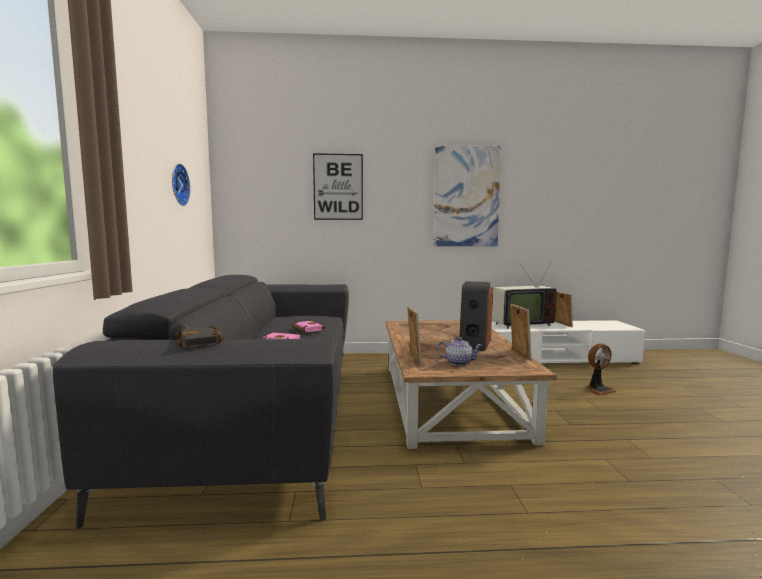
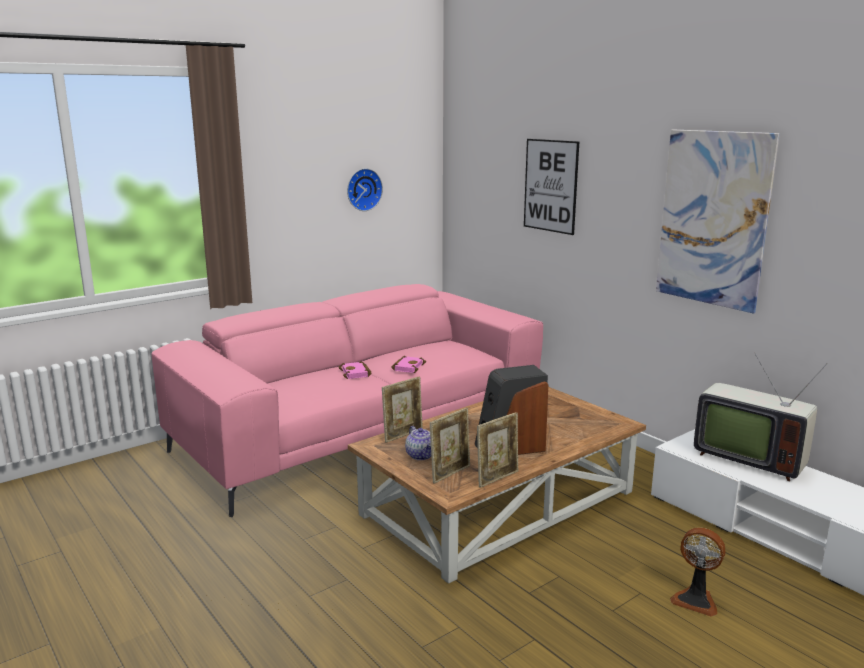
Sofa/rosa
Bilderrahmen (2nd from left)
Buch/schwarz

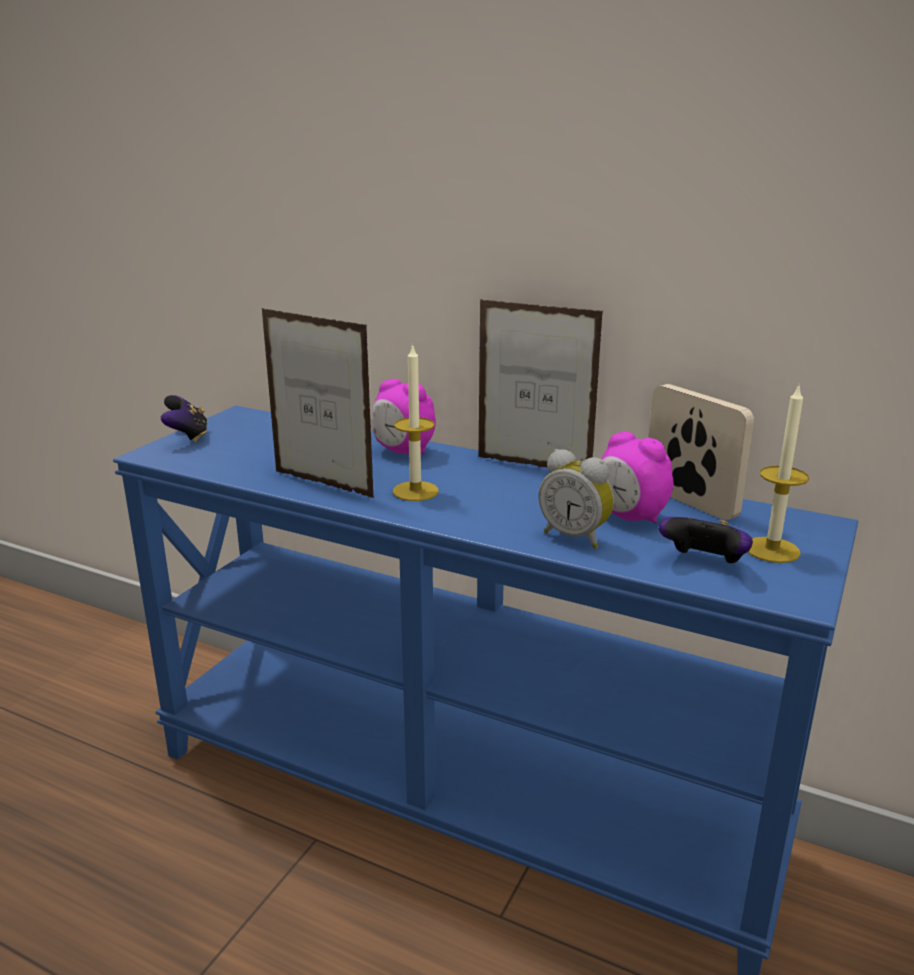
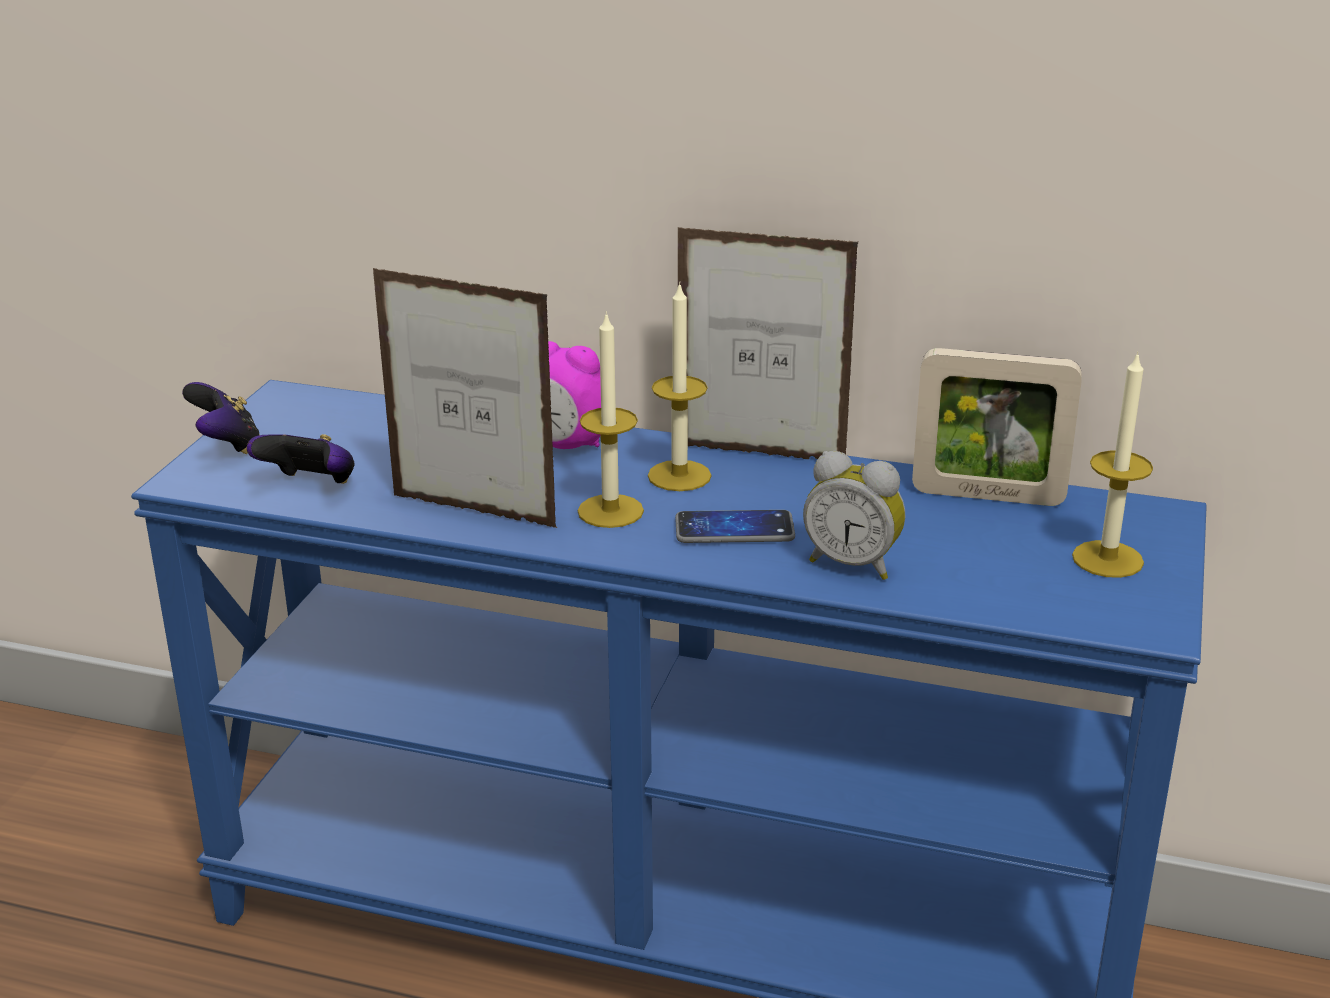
Bilderrahmen (3rd from left)
Wecker (3rd from left in the first image)
Gamepad (2nd from left)
Kerze (2nd from left)
Handy

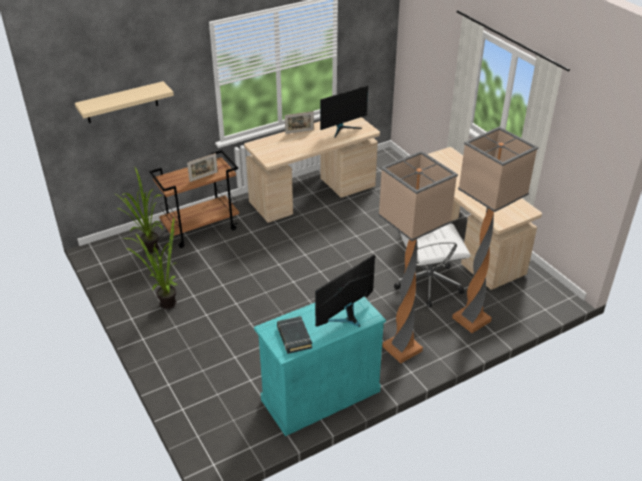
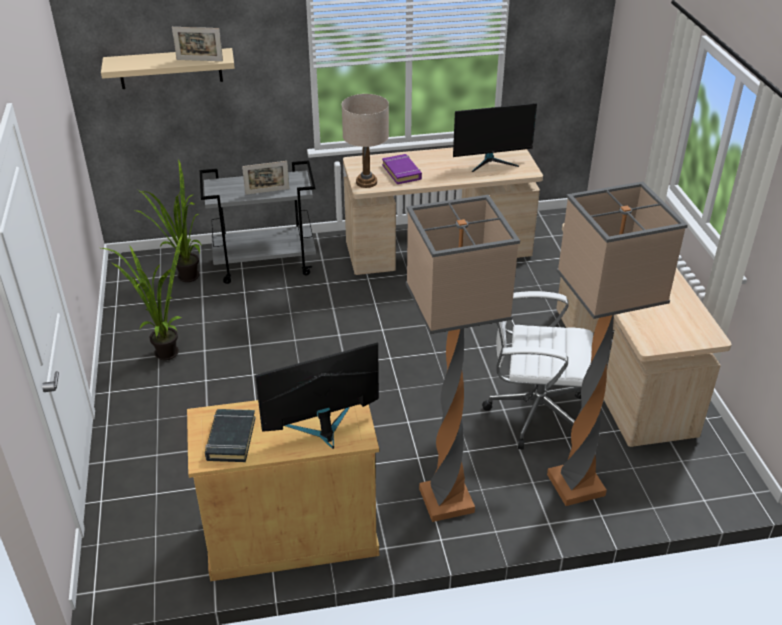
Bilderrahmen (1st from left)
Rollwagen/grau
Schrank/beige
Tischlampe/beige
Buch/lila

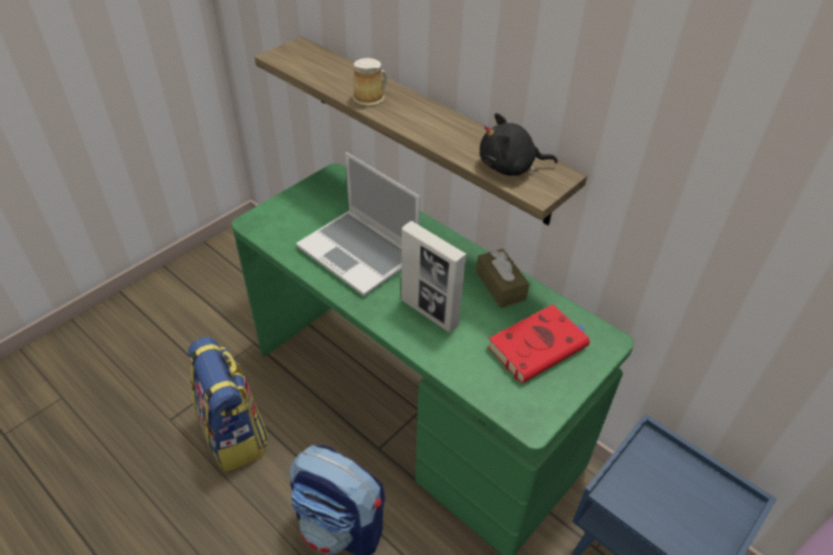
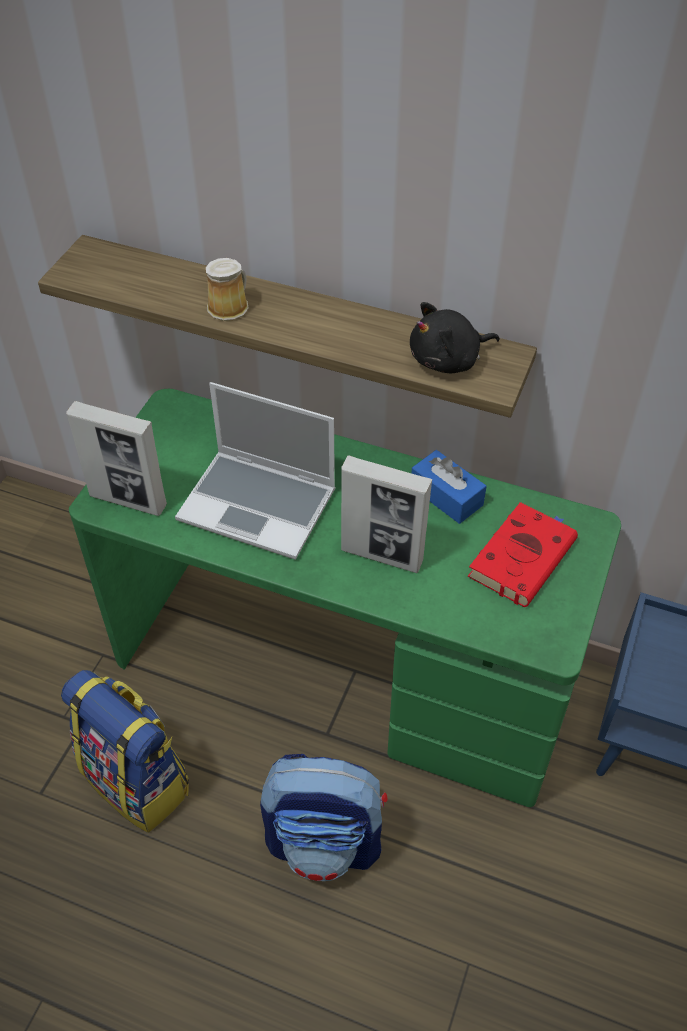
Taschentuchbox/blau
Bilderrahmen (1st from left)

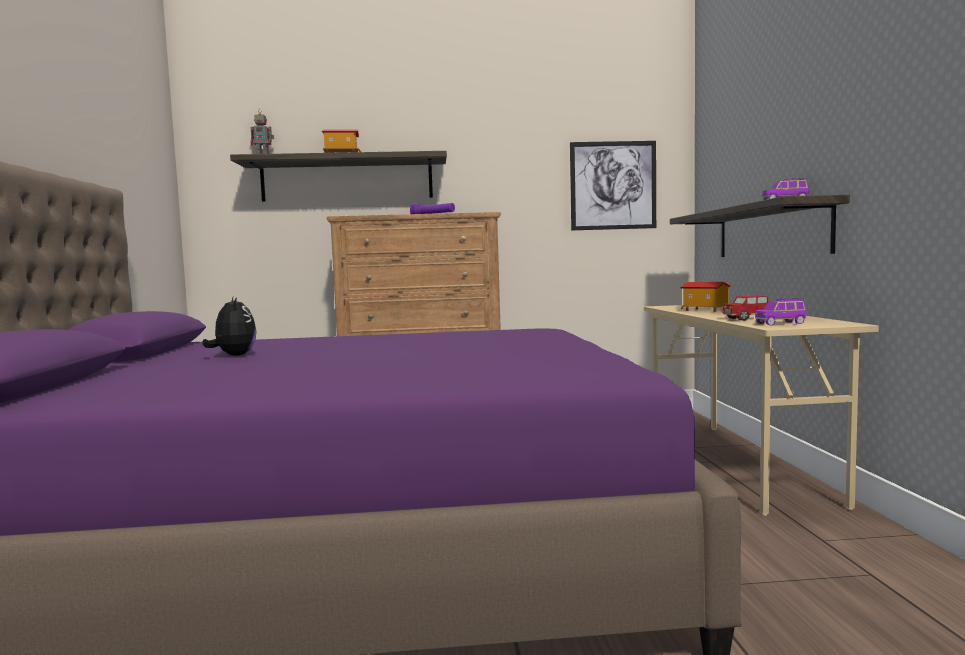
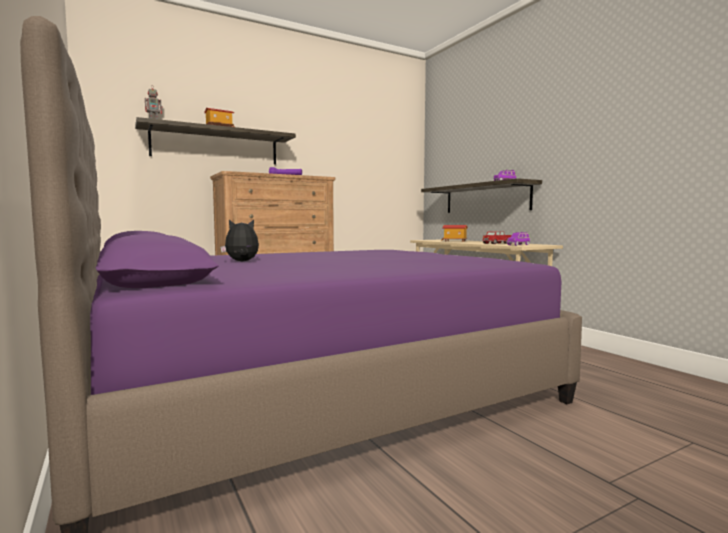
Bild
Plüschtier

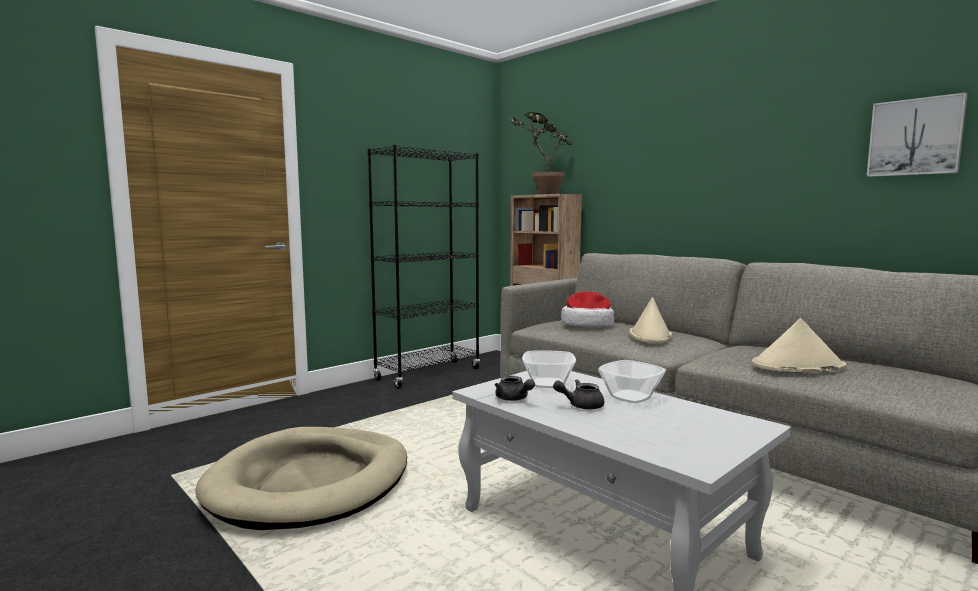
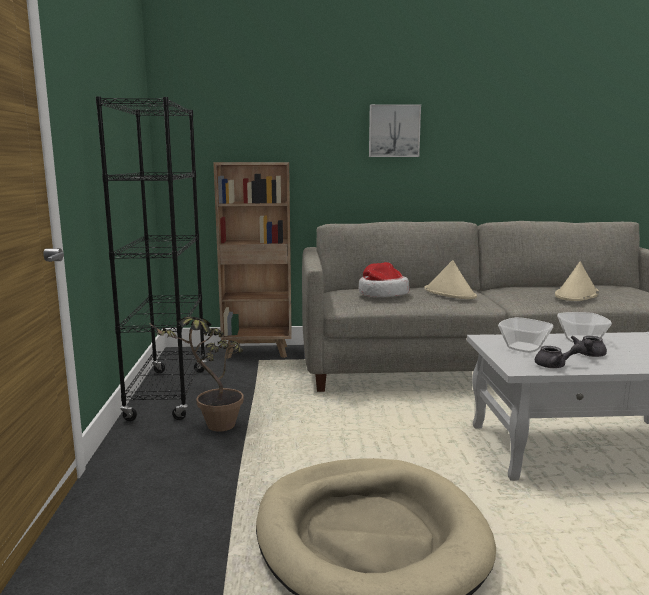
Bild
Topfpflanze

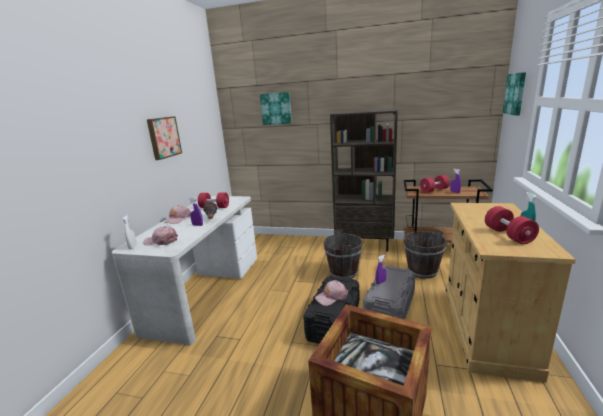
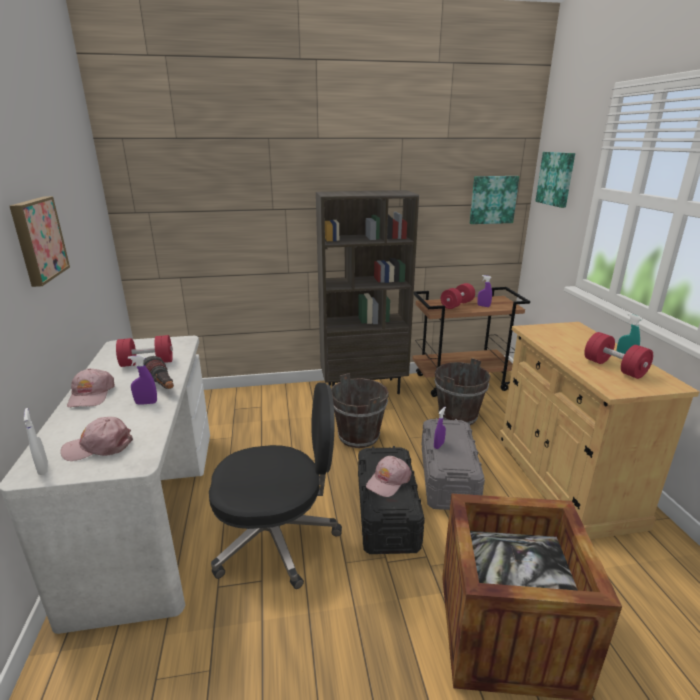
Bild (2nd from left)
Bürostuhl/schwarz

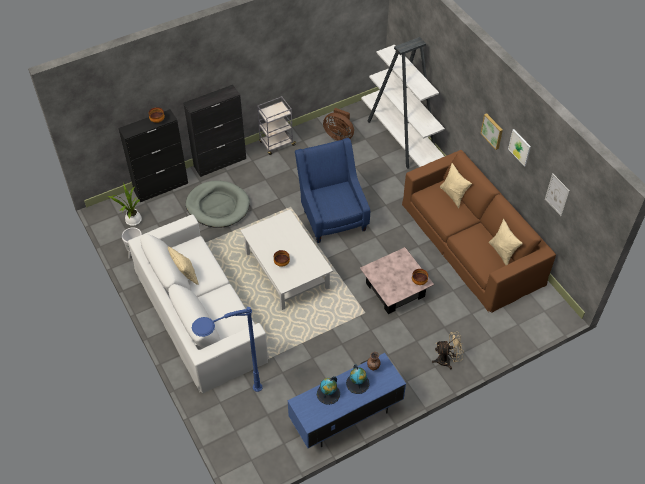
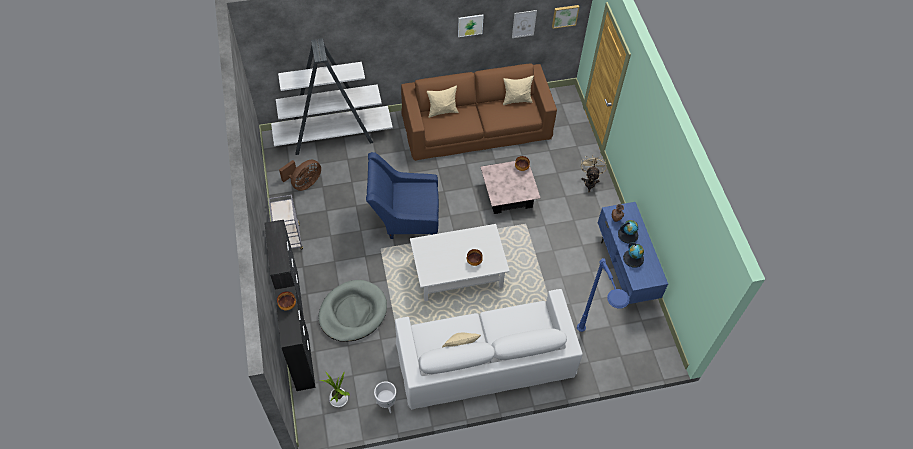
Bild (3rd from left)

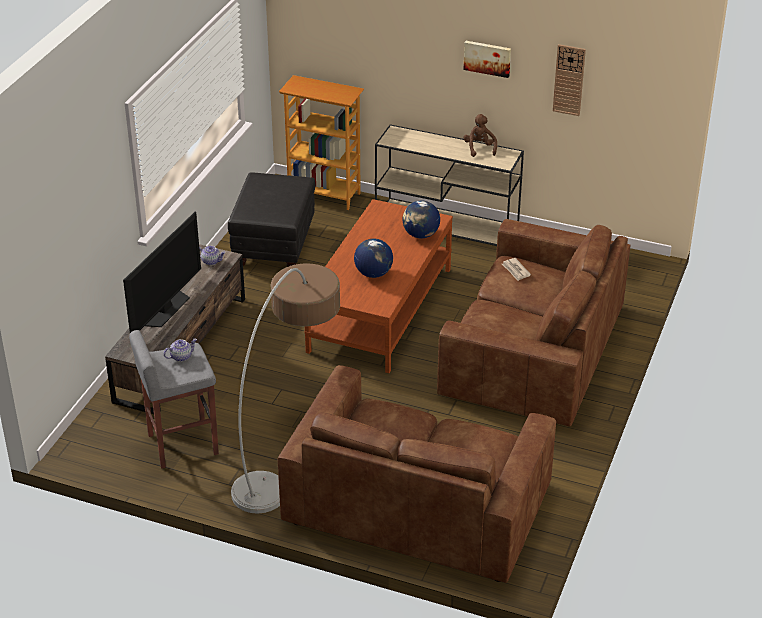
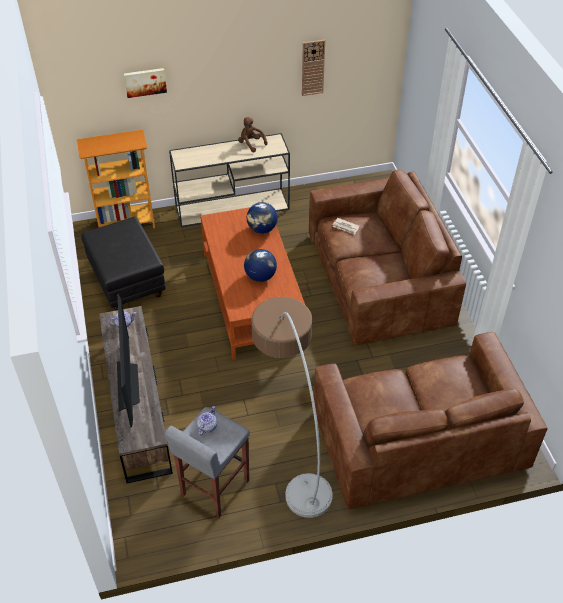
Bild

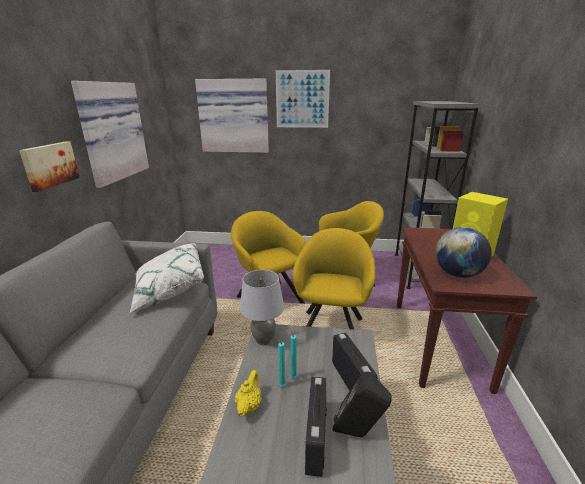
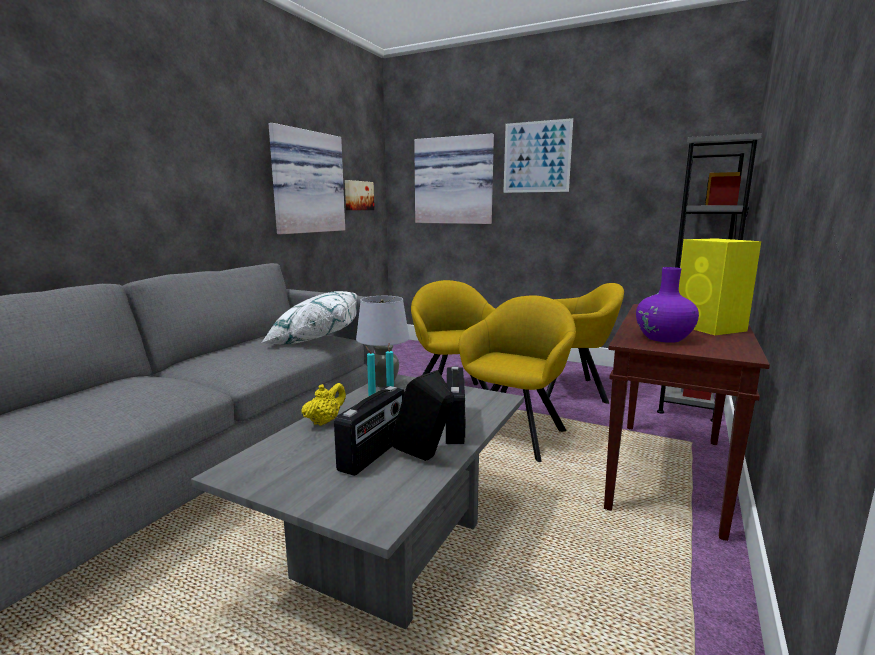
Bild (2nd from left)
Vase/lila

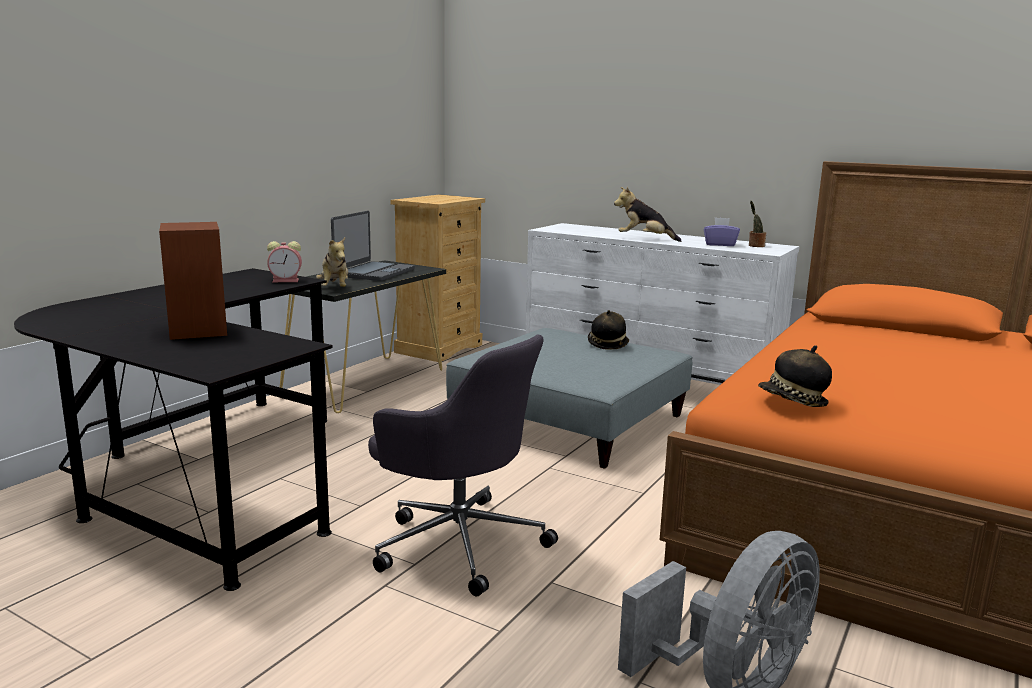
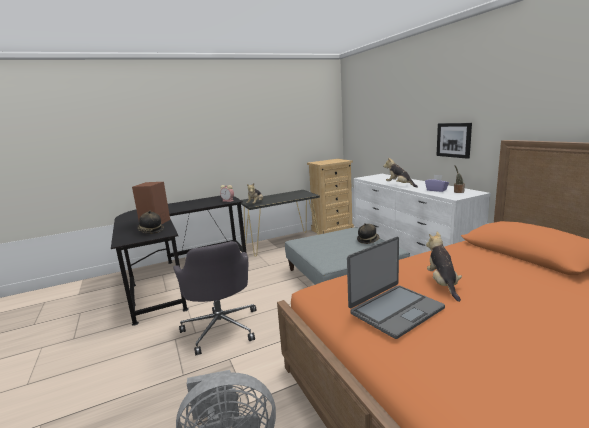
Laptop
Hut (1st from left)
Bild
Plüschtier (3rd from left)

